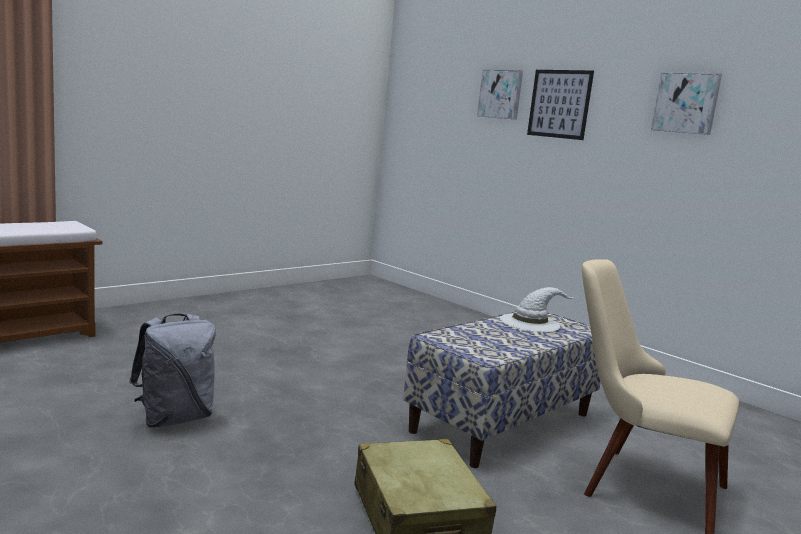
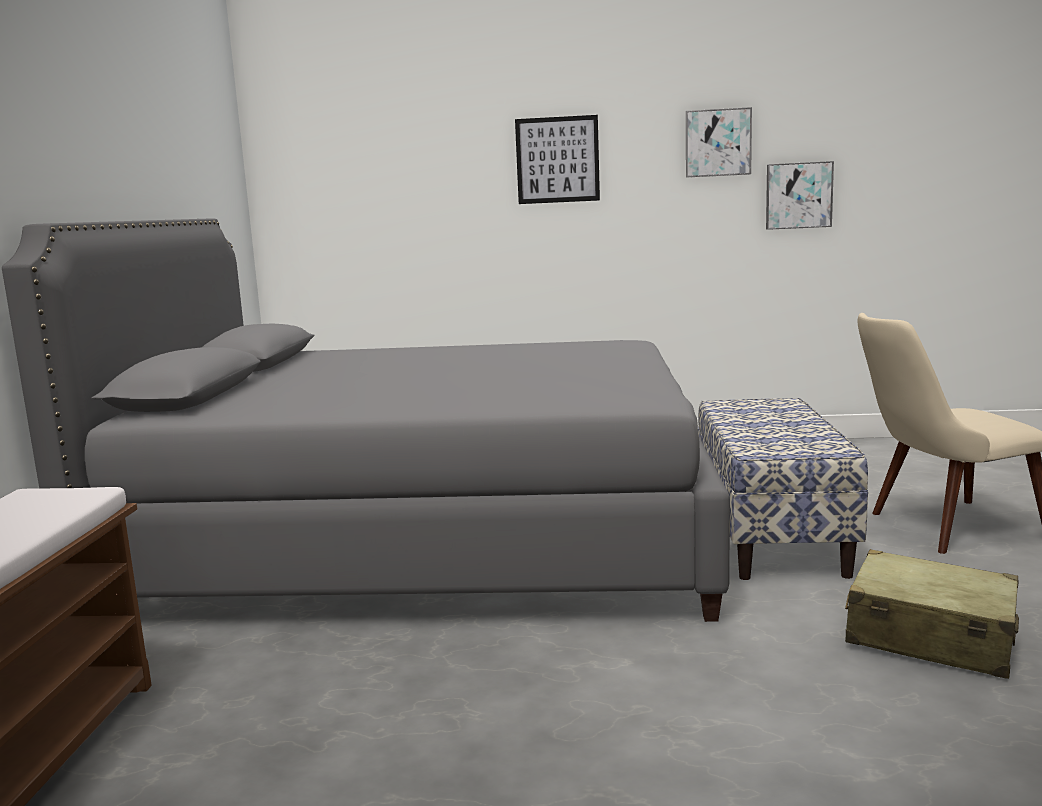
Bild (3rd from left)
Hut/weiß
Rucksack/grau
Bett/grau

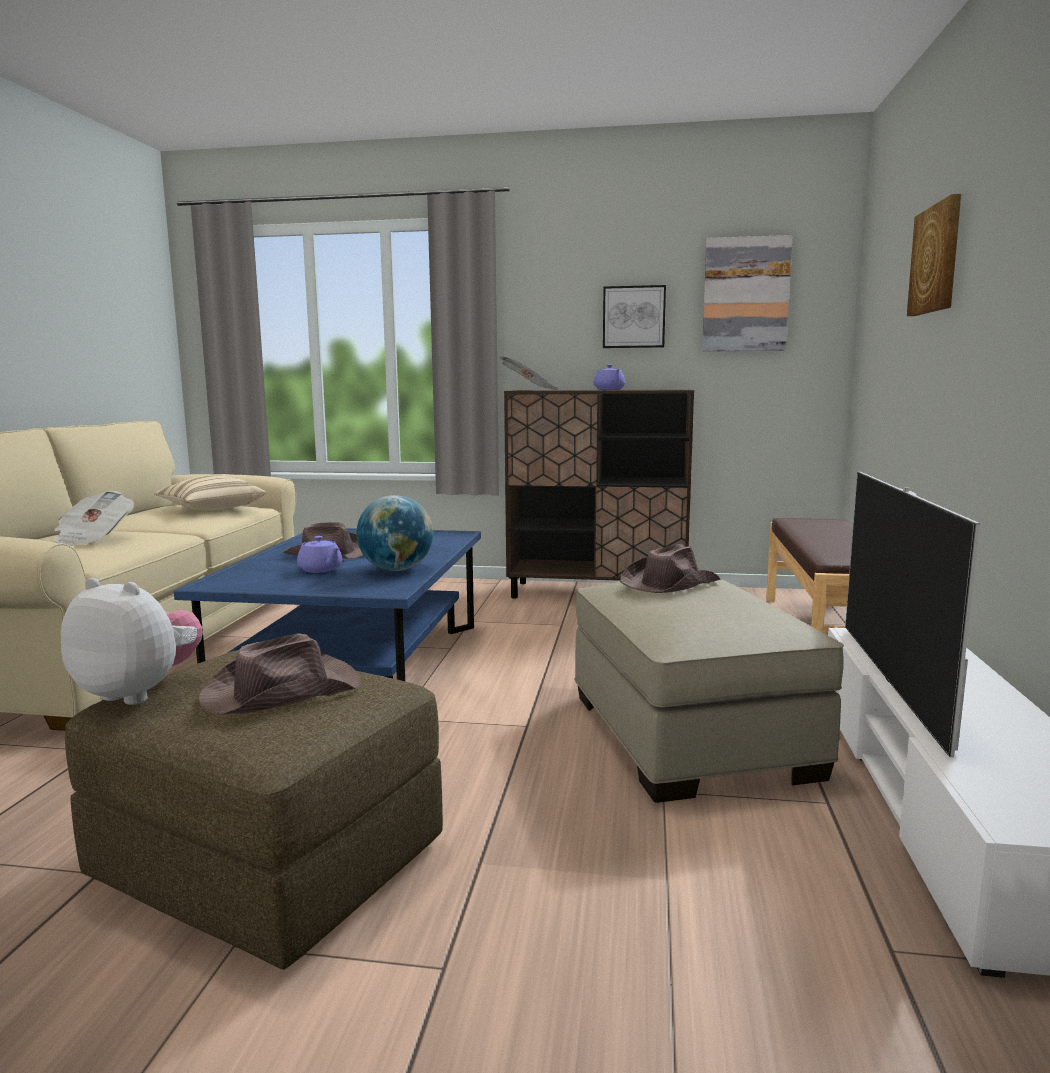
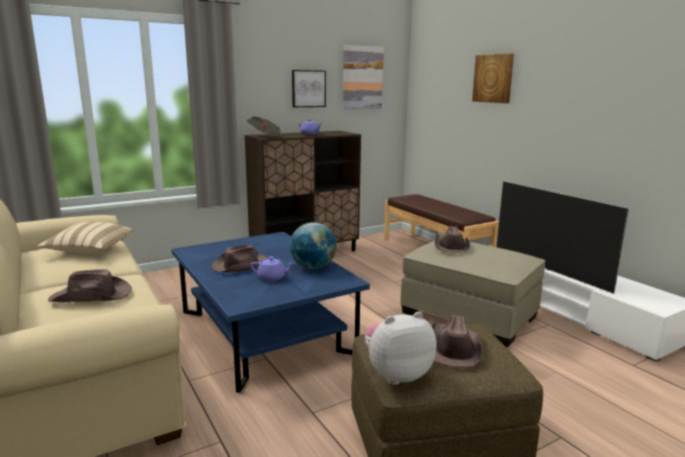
Hut/braun (1st from left)

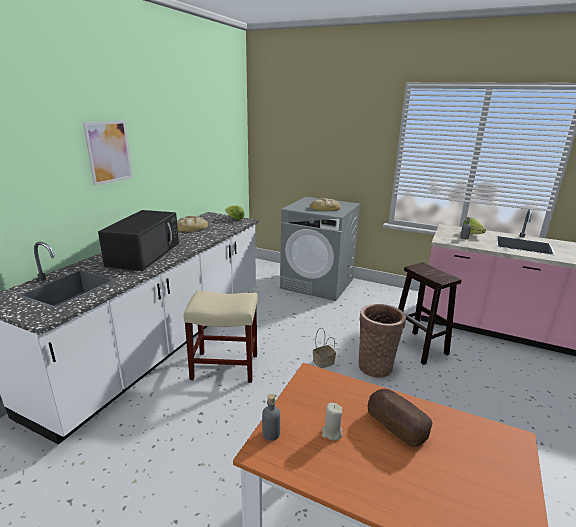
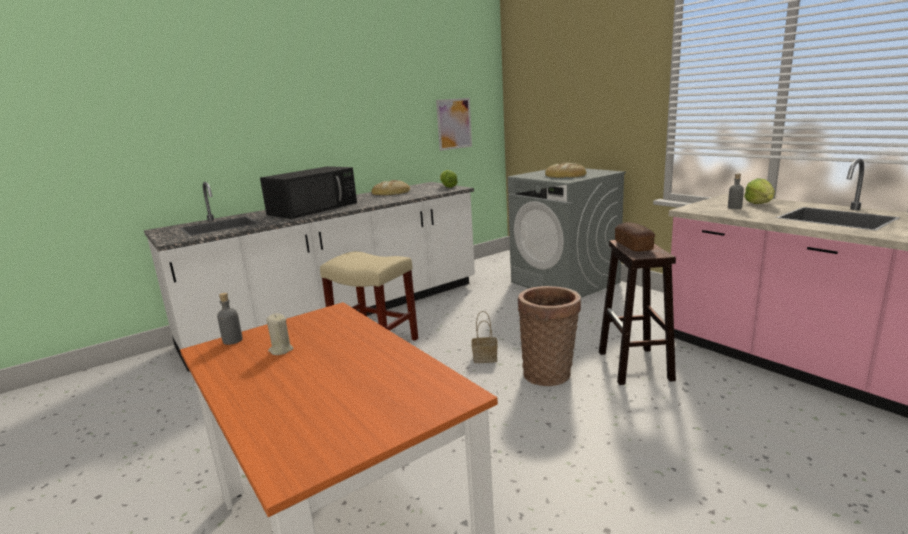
Bild
Brot (3rd from left)

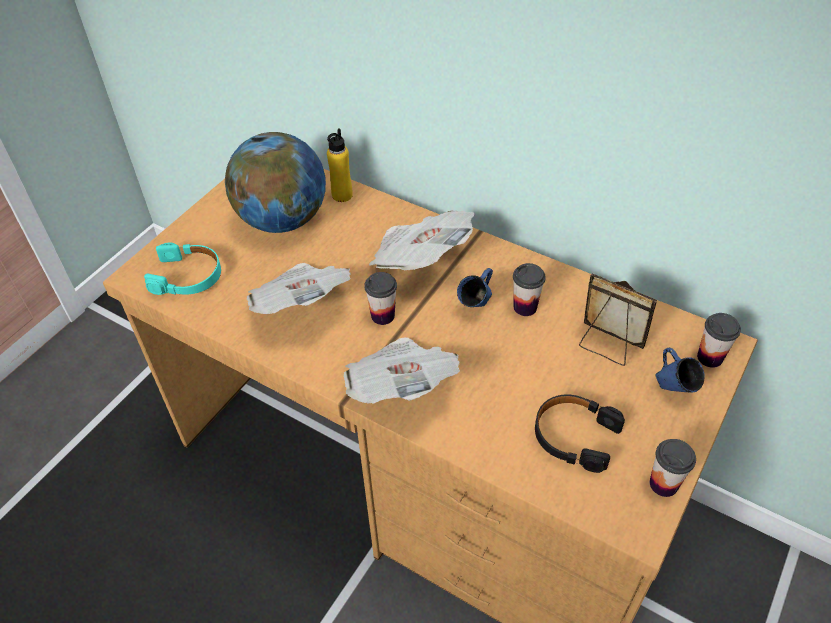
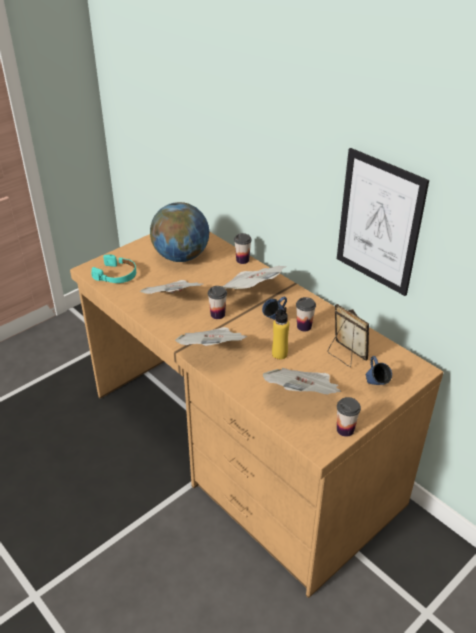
Flasche/gelb
Tasse (2nd from left)
Zeitung (4th from left)
Bild

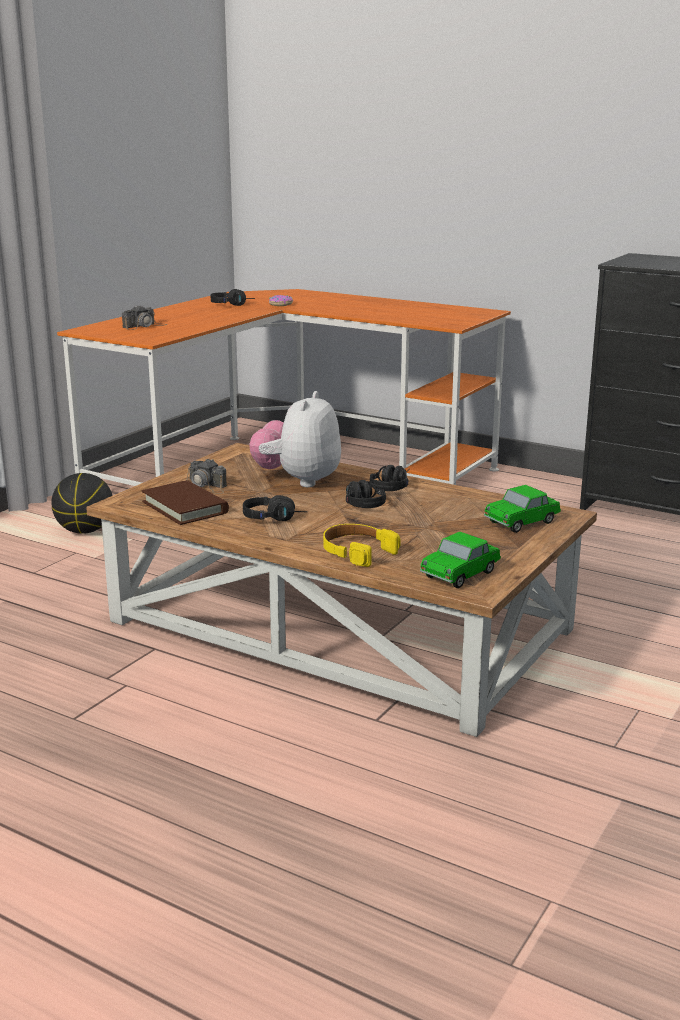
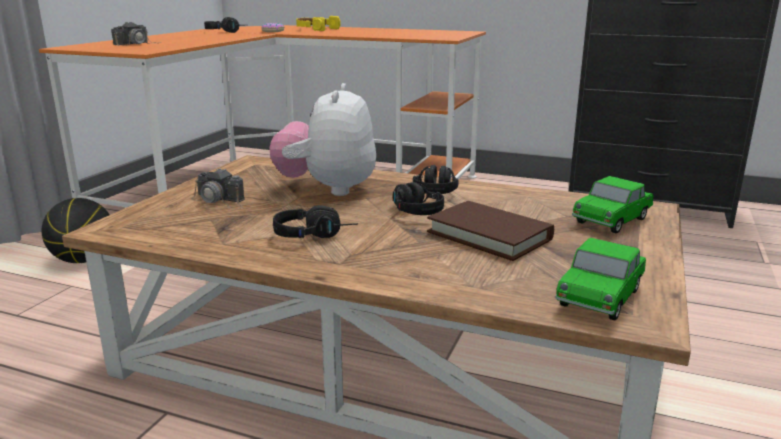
Buch/braun
Kopfhörer/gelb

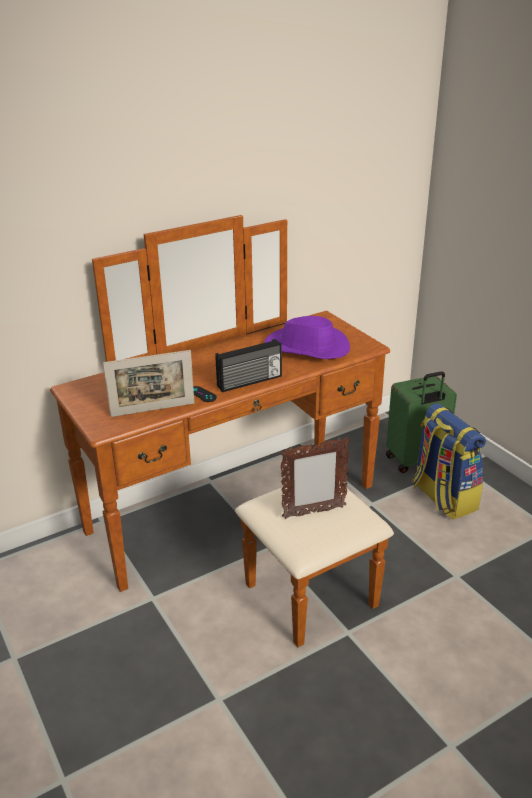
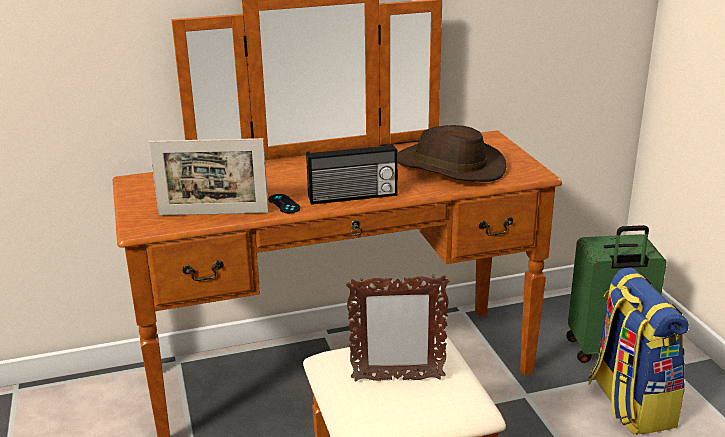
Hut/braun

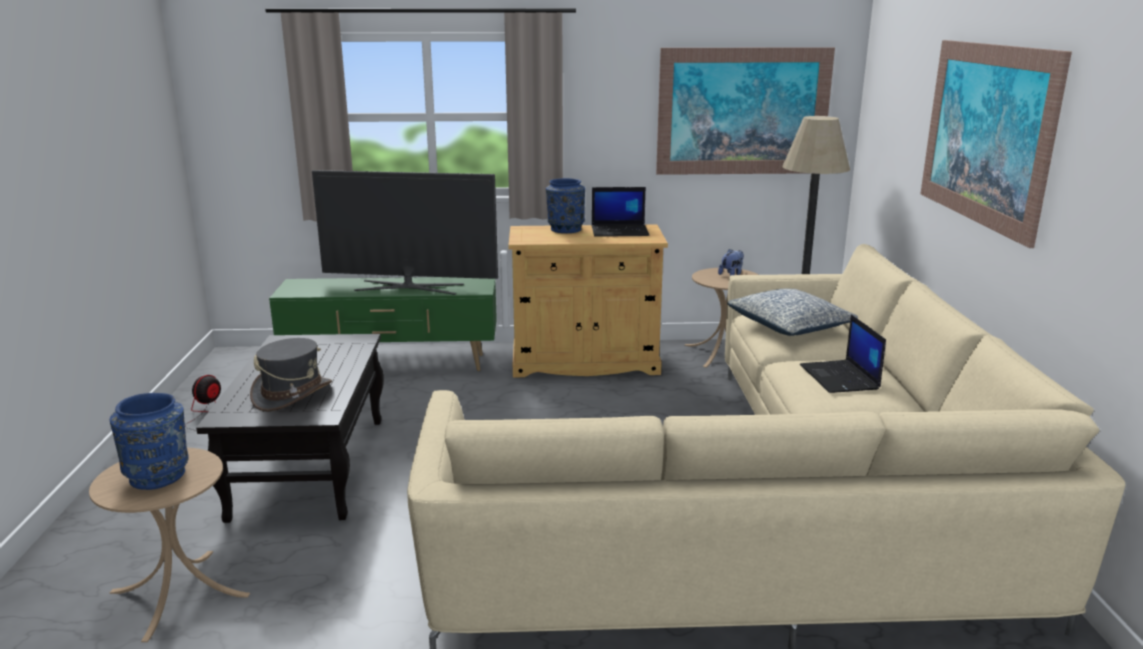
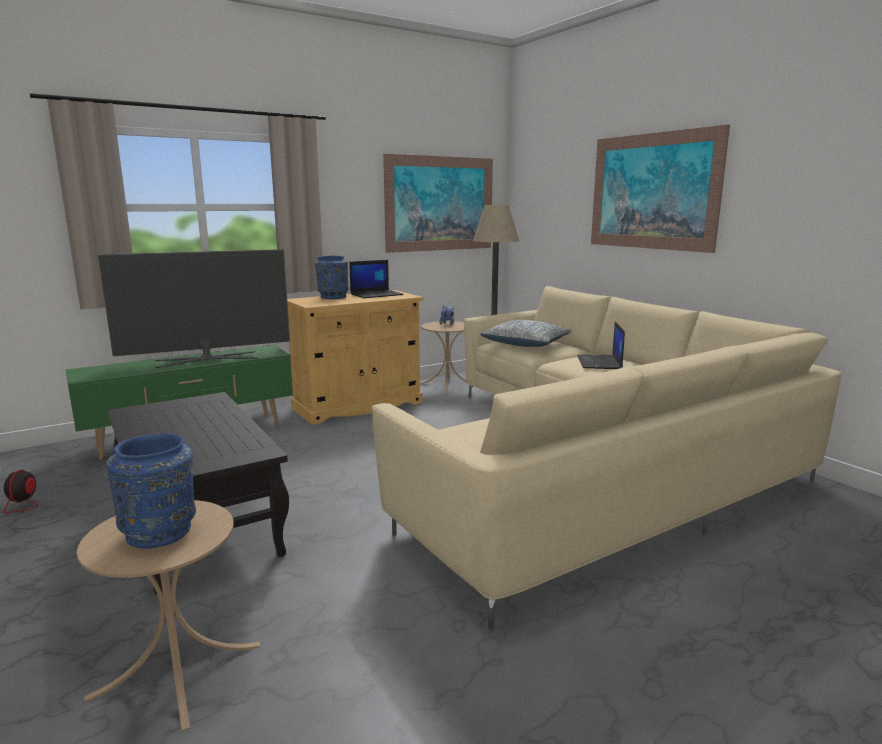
Laptop (2nd from left)
Hut/grau

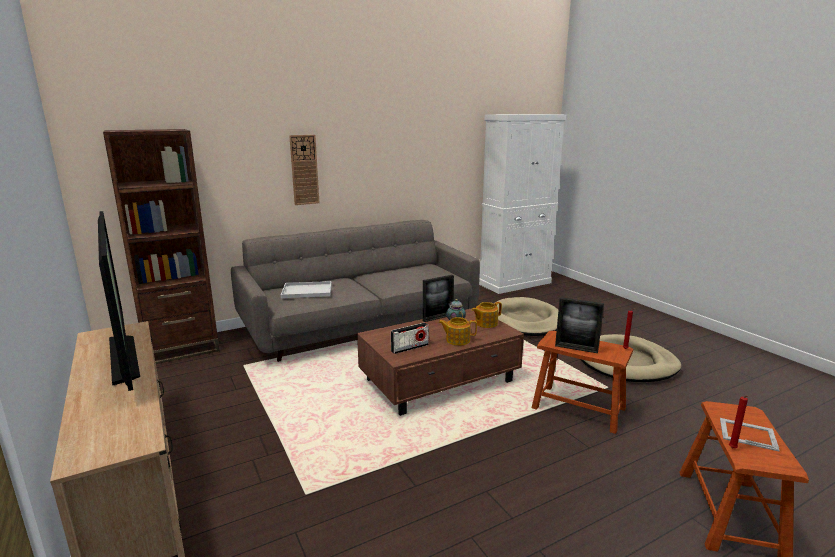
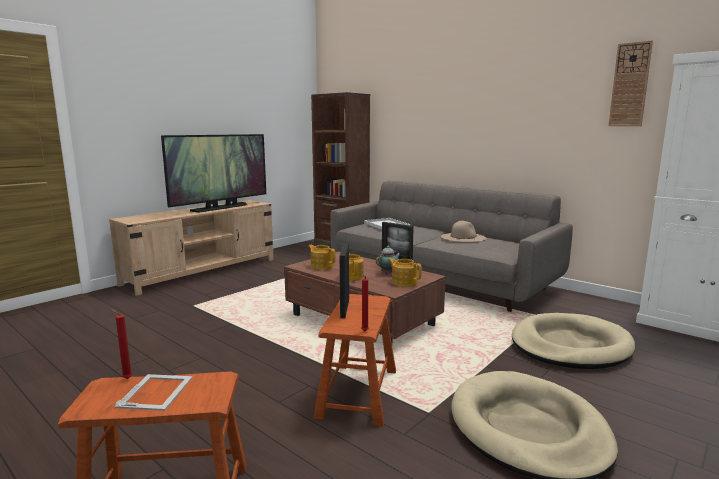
Wanduhr
Teekanne (1st from left)
Hut/beige

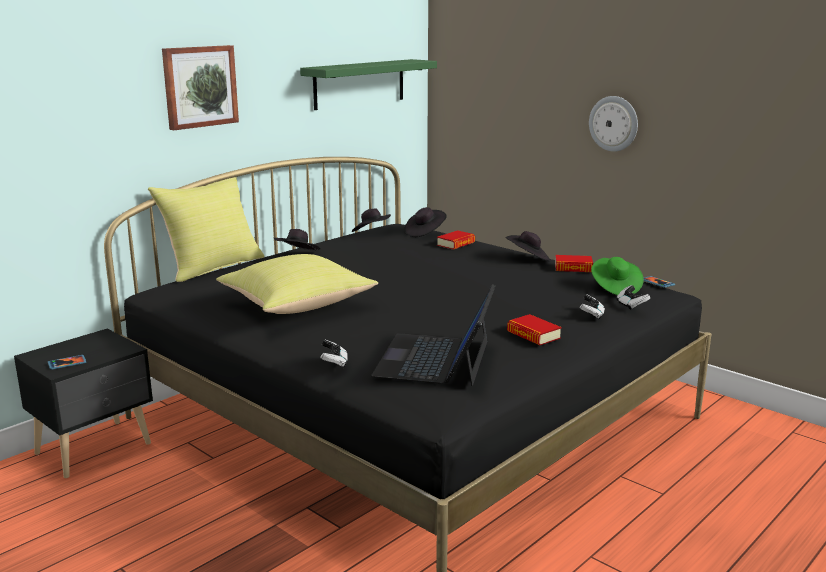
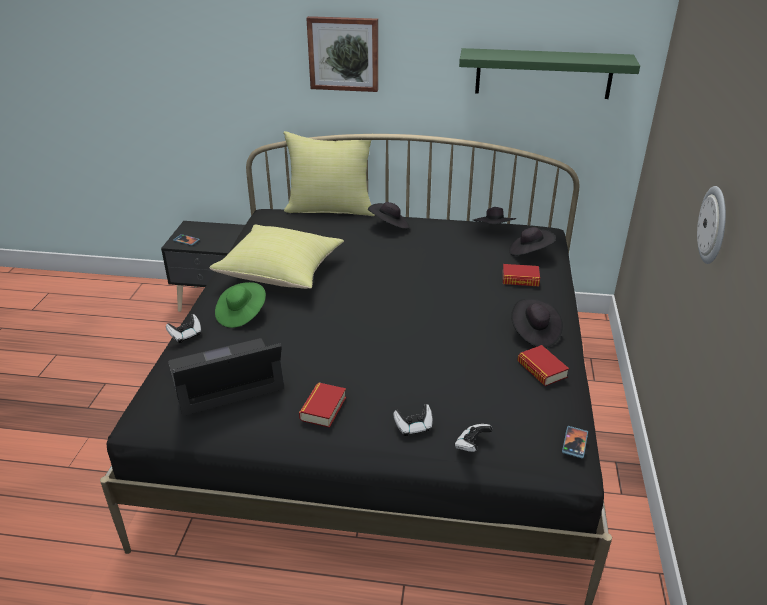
Hut/grün

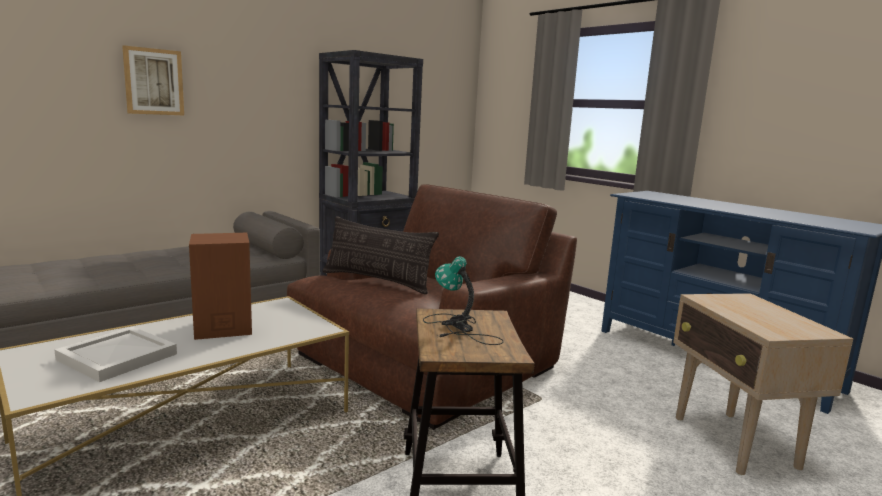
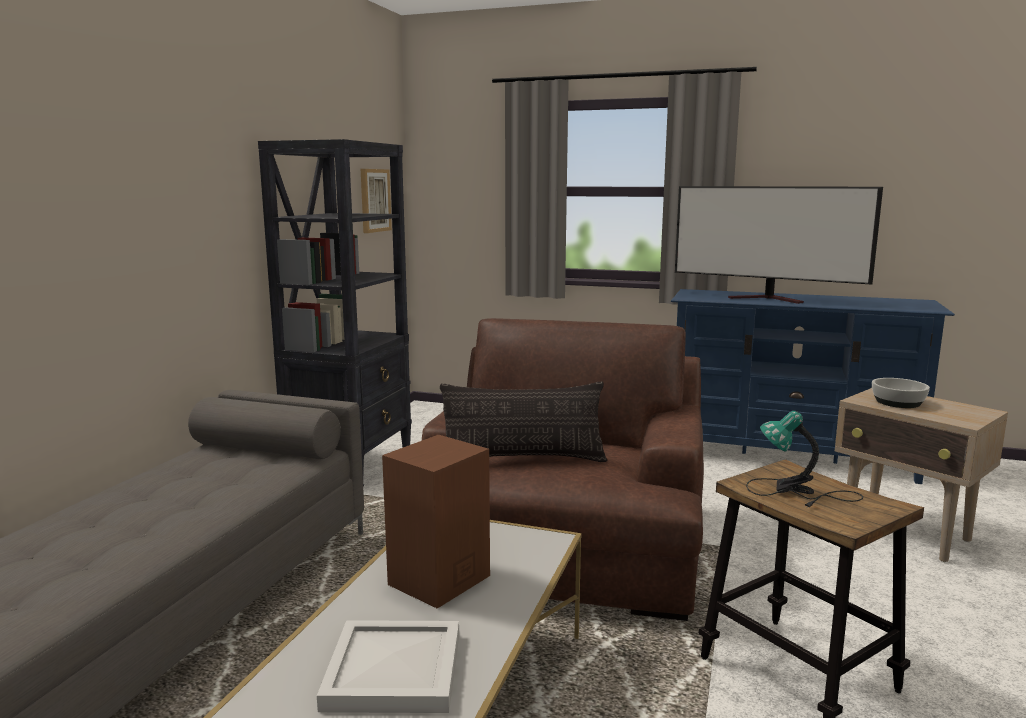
Bild
Fernseher
Schüssel

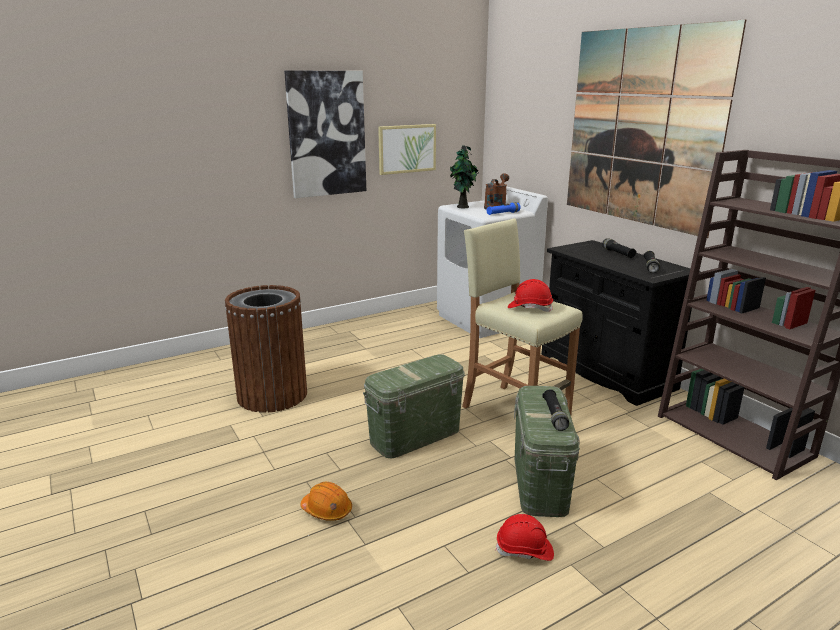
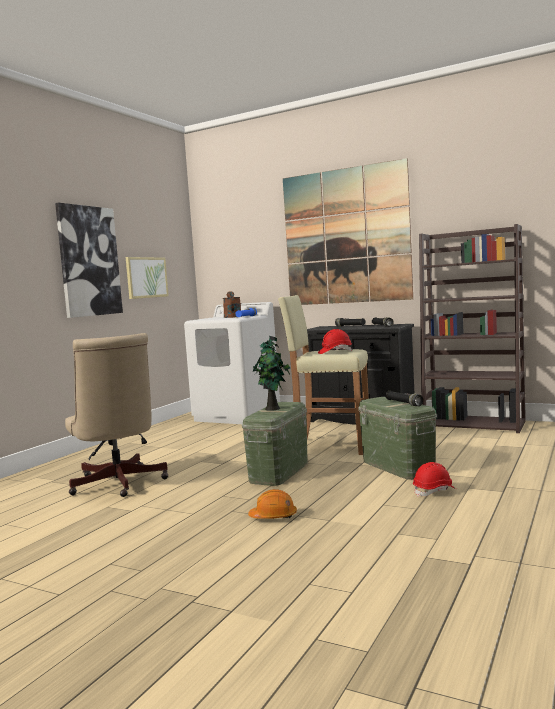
Topfpflanze
Bürostuhl/beige

